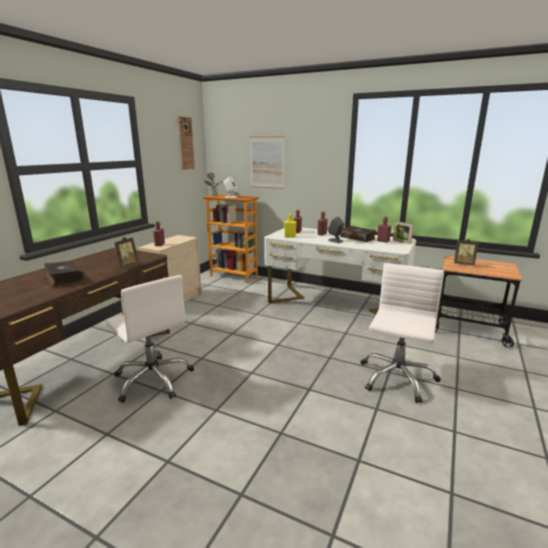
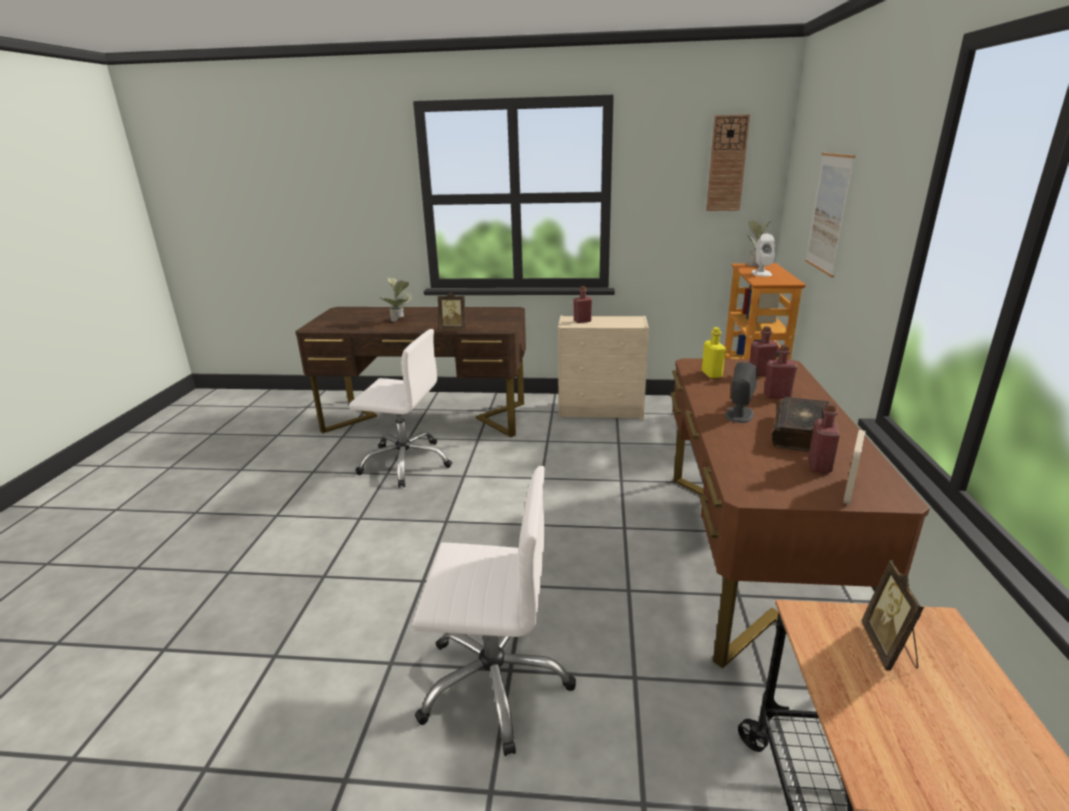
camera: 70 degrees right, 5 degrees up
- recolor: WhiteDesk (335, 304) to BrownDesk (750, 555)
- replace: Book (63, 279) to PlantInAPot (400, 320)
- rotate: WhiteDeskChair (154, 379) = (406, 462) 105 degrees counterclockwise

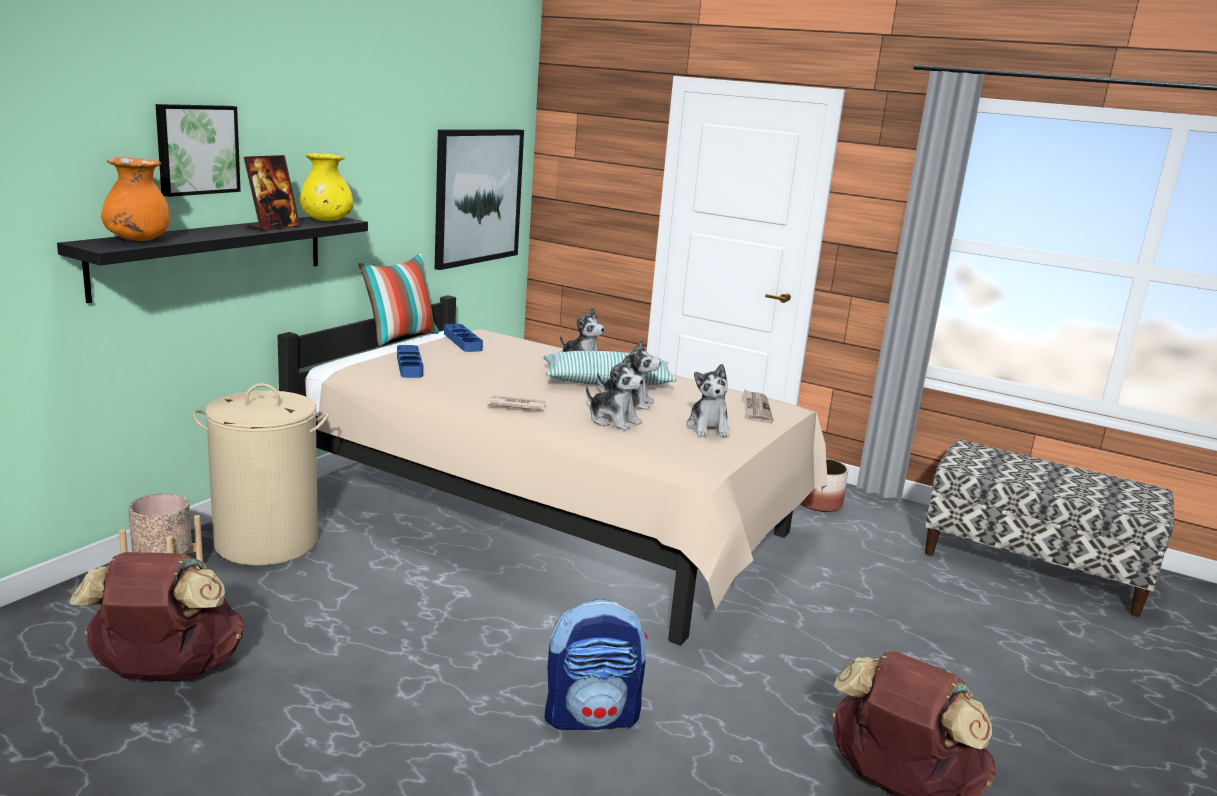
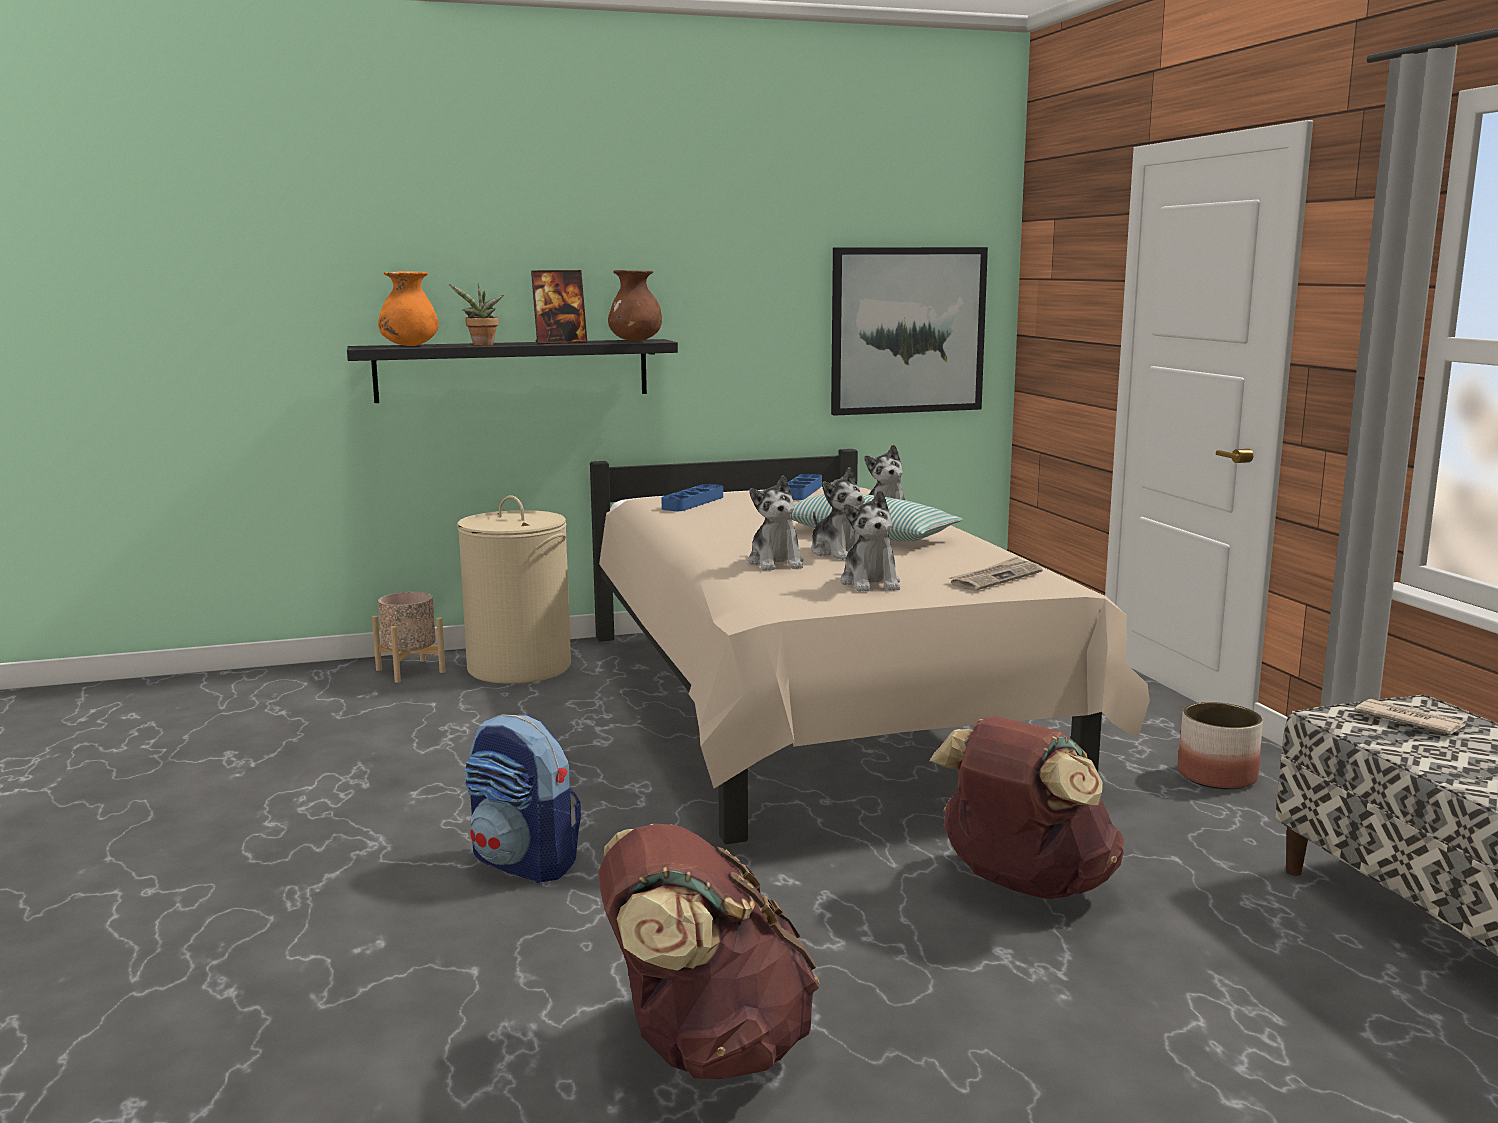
camera: 45 degrees right, 5 degrees down
- delete: WallPicture (196, 149)
- recolor: YellowFlowerVase (327, 221) to BrownFlowerVase (635, 341)
- delete: ThrowPillow (400, 337)
- rotate: CuddlyToy (708, 428) = (871, 583) 45 degrees counterclockwise
- move: PrintedPaper (516, 405) to (1408, 721)
- move: BrownBackpack (166, 673) to (1024, 885)
- insert: PlantInAPot (482, 345)

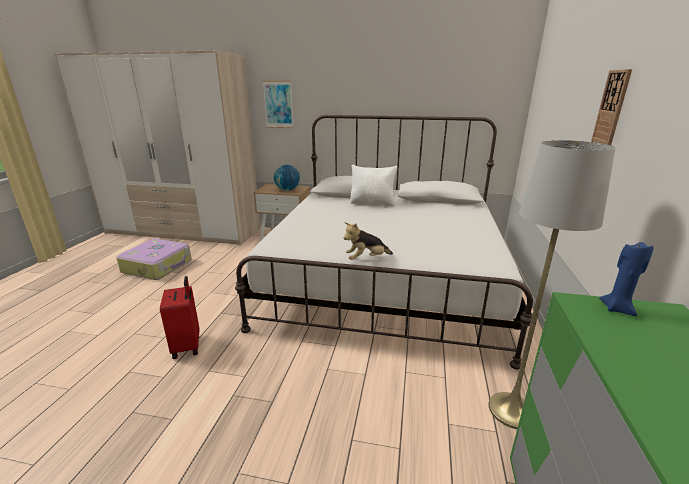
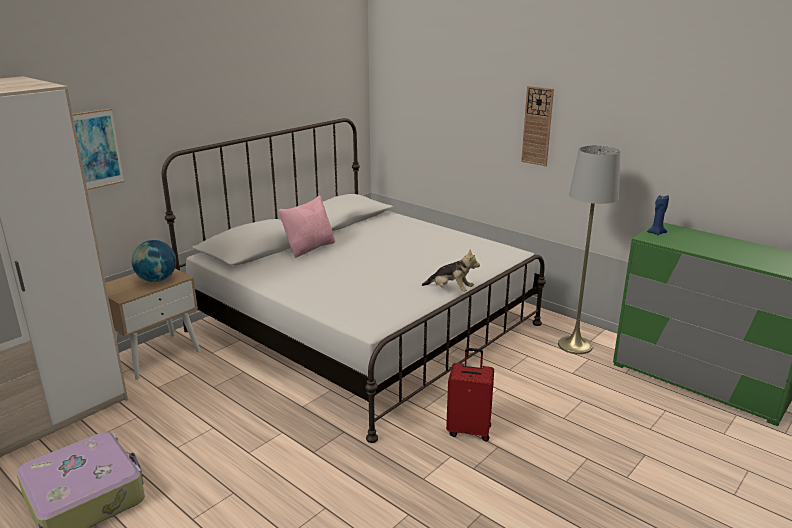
camera: 60 degrees left, 0 degrees up
- recolor: WhiteThrowPillow (372, 203) to PinkColouredThrowPillow (310, 248)
- rotate: CuddlyToy (366, 259) = (450, 290) 75 degrees counterclockwise
- move: RedSuitcase (188, 346) to (469, 430)

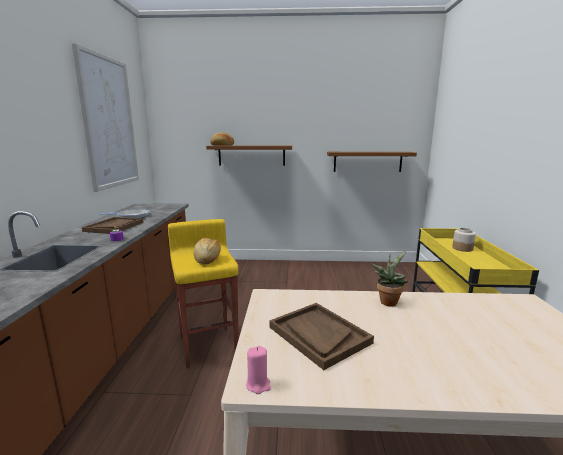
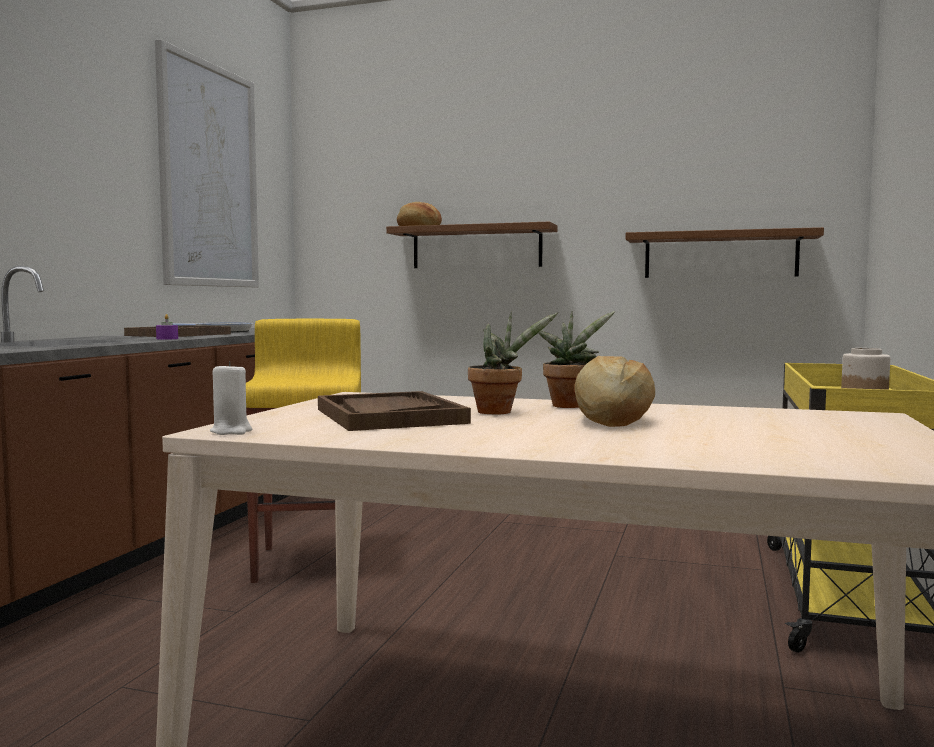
camera: 15 degrees right, 10 degrees down
- move: Bread (207, 259) to (610, 420)
- recolor: PinkColouredWaxCandle (258, 385) to WhiteWaxCandle (231, 432)
- insert: PlantInAPot (499, 412)

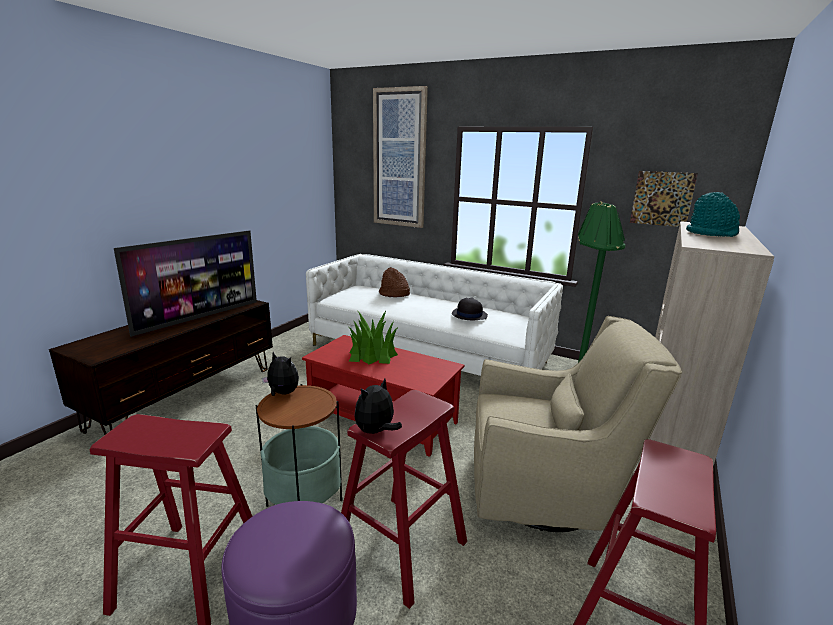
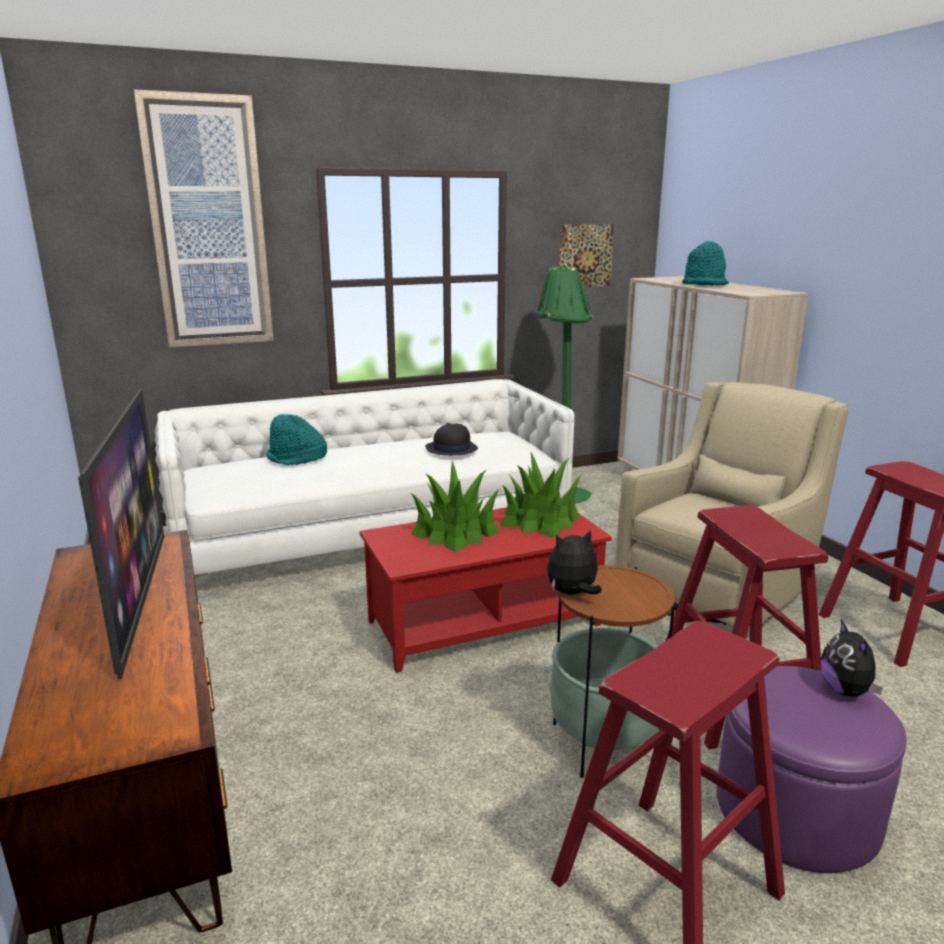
camera: 50 degrees left, 0 degrees up
- recolor: BrownHat (393, 294) to TurquoiseHat (297, 458)
- move: CuddlyToy (376, 432) to (846, 691)
- insert: PlantInAPot (540, 520)

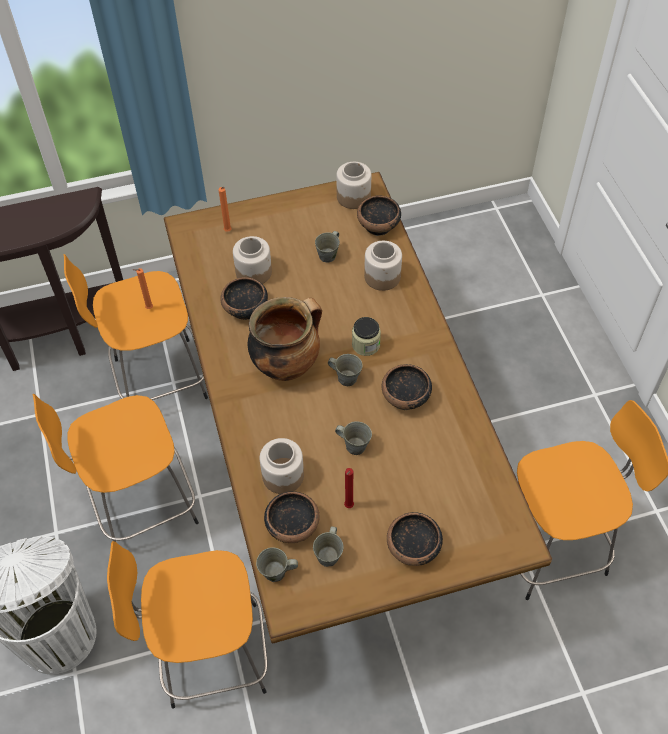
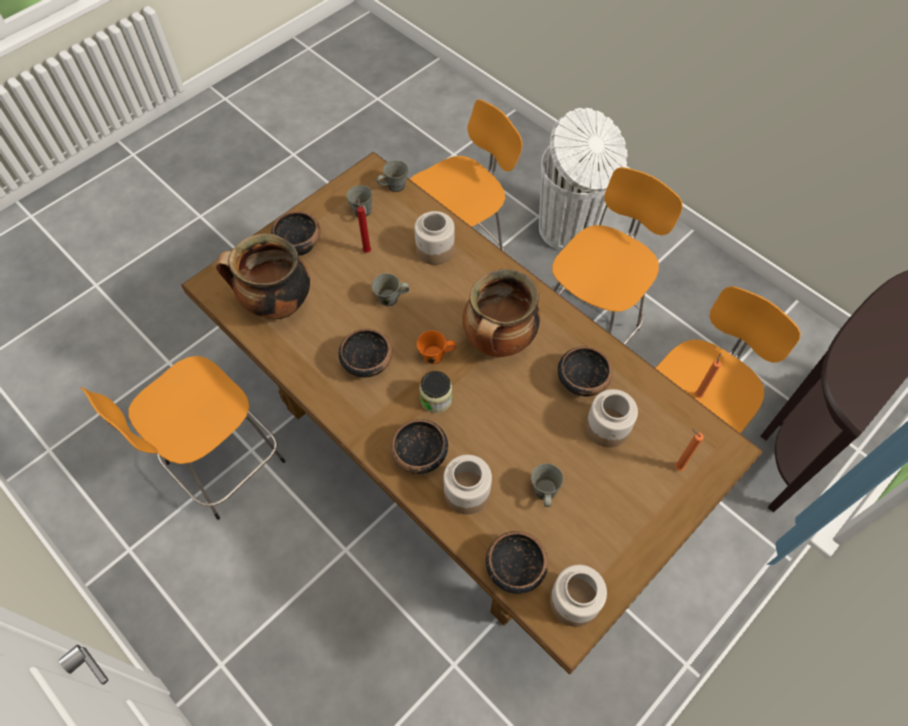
camera: 150 degrees right, 5 degrees up
- recolor: GreyMug (346, 378) to OrangeMug (435, 356)
- move: Bowl (293, 526) to (420, 455)
- insert: Saucepot (277, 305)

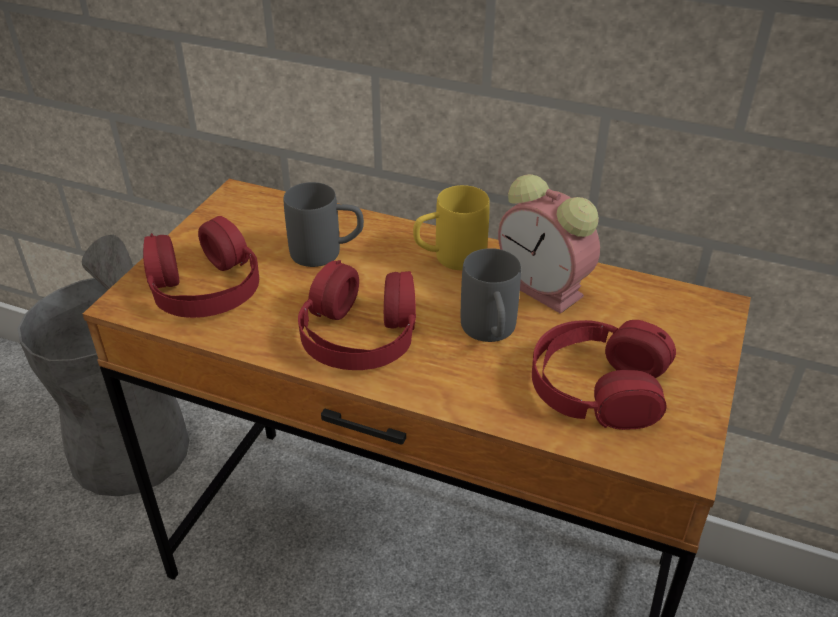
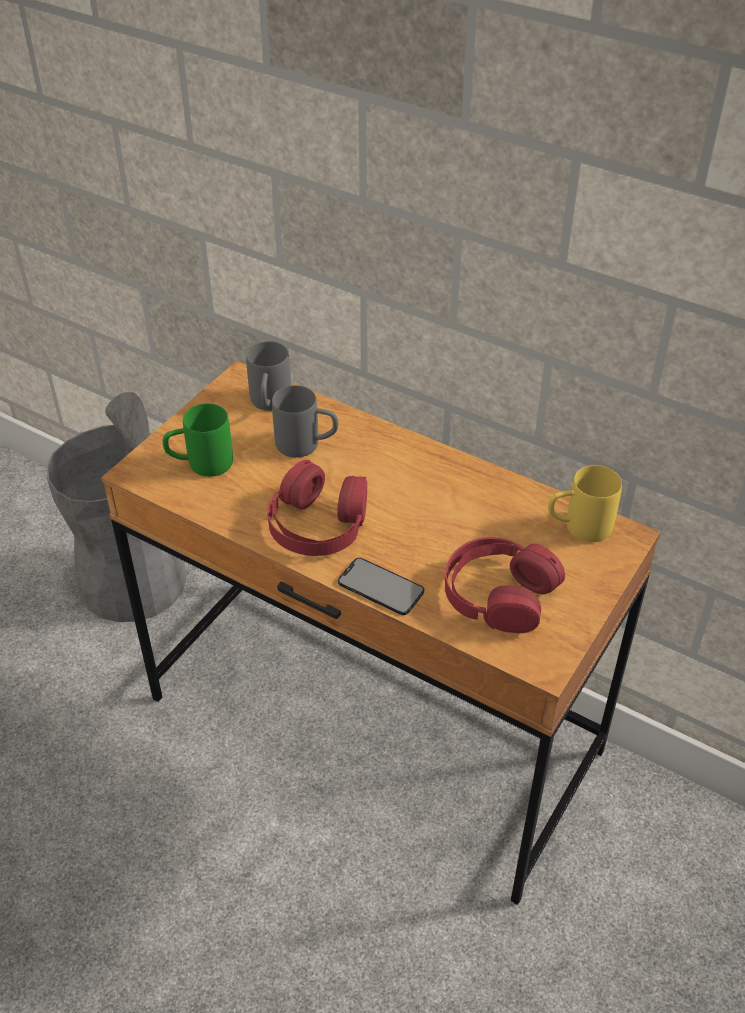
camera: 10 degrees right, 5 degrees up
- delete: TableClock (546, 289)
- move: YellowMug (449, 258) to (578, 527)
- replace: RedHeadset (204, 286) to GreenishMug (200, 464)
- move: GreyMug (490, 333) to (269, 404)
- insert: Handset (380, 586)

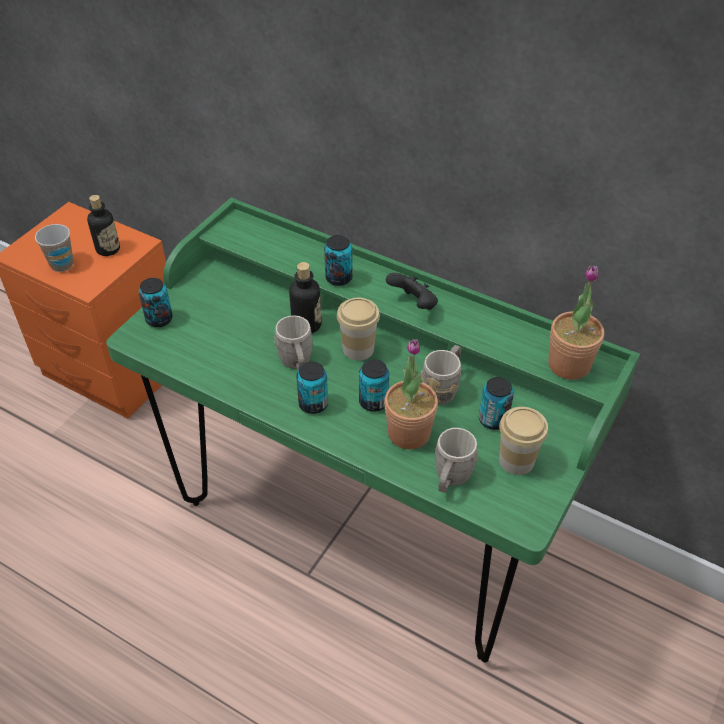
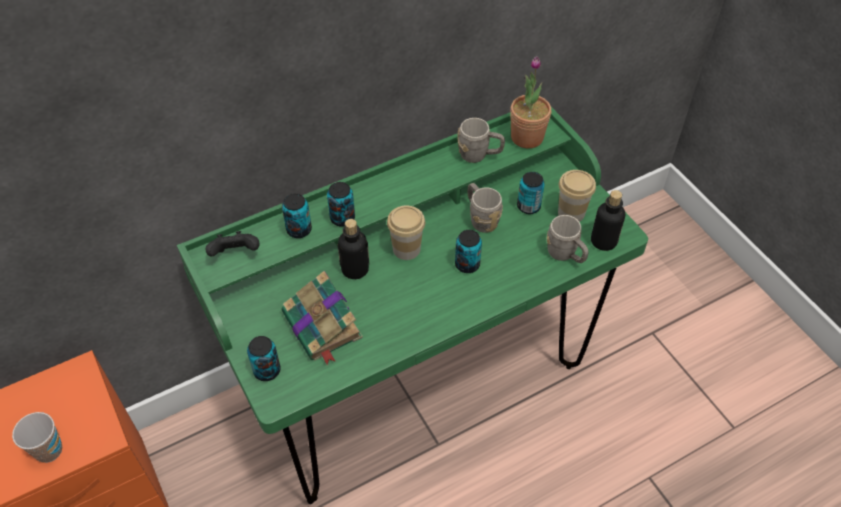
camera: 60 degrees left, 5 degrees up
- move: Bottle (108, 249) to (603, 241)
- move: BlackishJoypad (413, 304) to (236, 254)
- move: GreyMug (297, 363) to (479, 155)
- delete: PlantInAPot (409, 433)
- move: MetalCan (313, 404) to (299, 230)
- insert: Book (323, 326)

